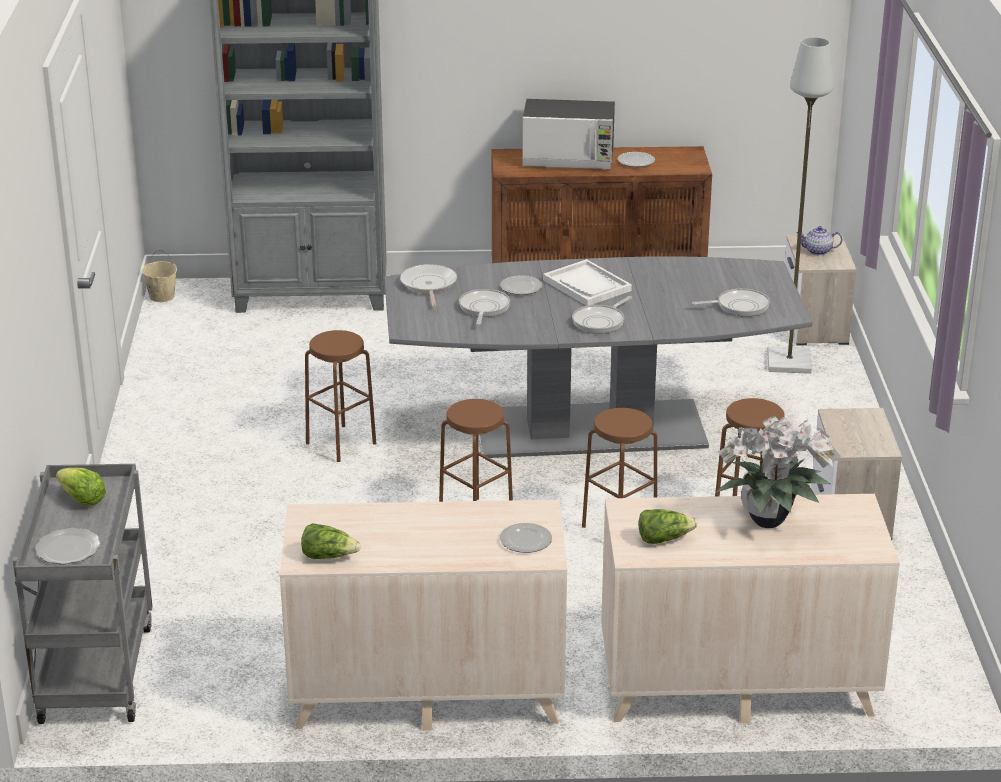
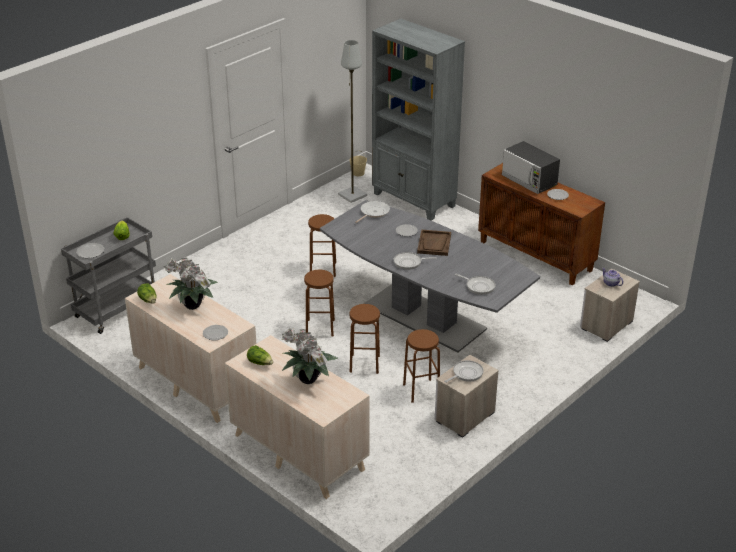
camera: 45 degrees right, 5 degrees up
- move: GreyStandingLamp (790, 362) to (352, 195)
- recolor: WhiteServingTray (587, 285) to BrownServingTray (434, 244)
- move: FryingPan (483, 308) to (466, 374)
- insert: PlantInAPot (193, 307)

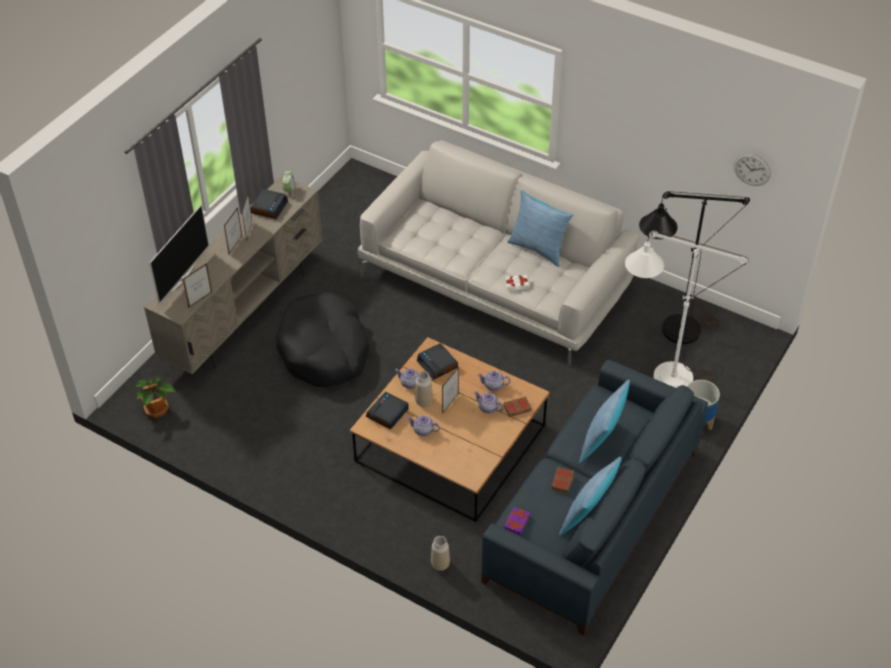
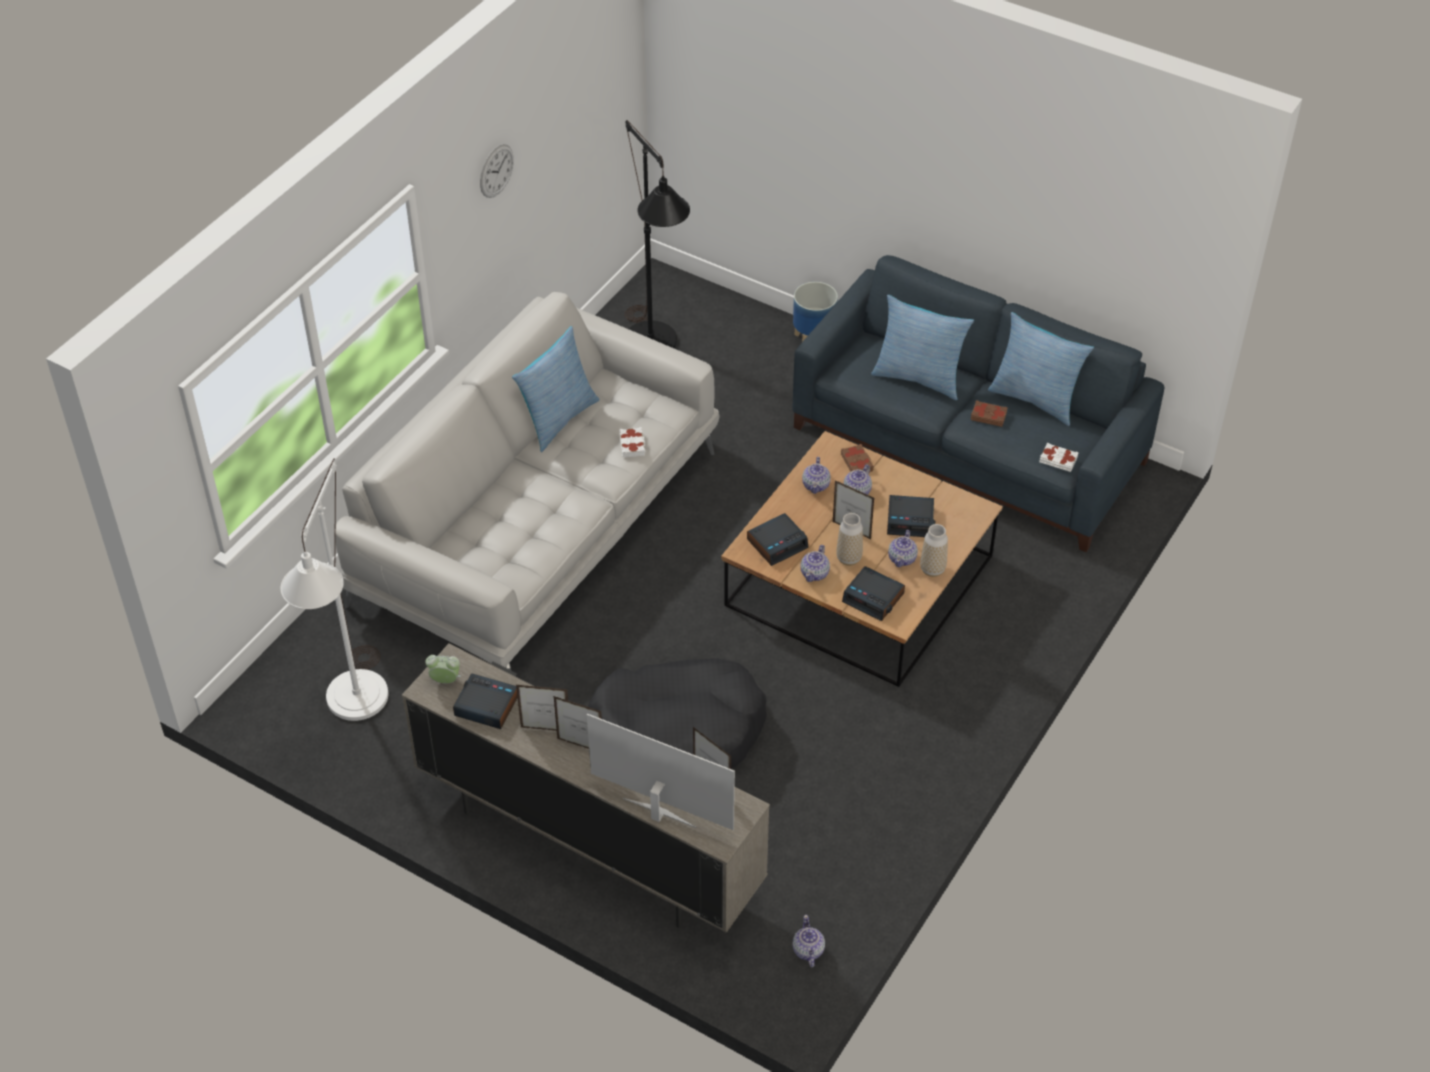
camera: 90 degrees left, 0 degrees up
- move: ClockOnTheWall (752, 169) to (496, 171)
- move: WhiteStandingLamp (661, 378) to (354, 711)
- replace: PlantInAPot (157, 410) to TeaPot (808, 950)
- recolor: PurplishBook (516, 522) to WhiteBook (1058, 460)
- move: FlowerVase (440, 564) to (932, 570)
- insert: TableClock (910, 520)

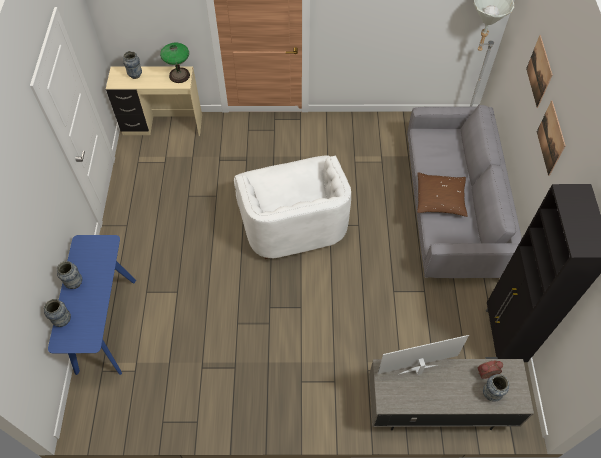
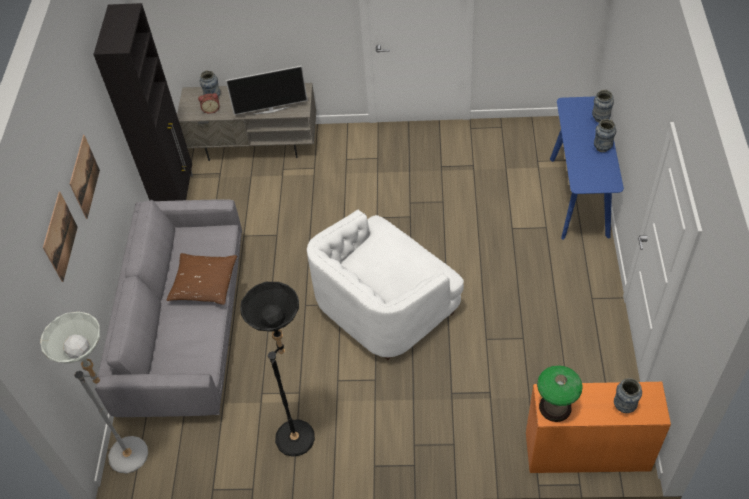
camera: 175 degrees left, 5 degrees down
- recolor: BeigeDesk (163, 126) to OrangeDesk (586, 450)
- rotate: WhiteLoungeChair (293, 222) = (385, 307) 120 degrees counterclockwise
- insert: BlackishStandingLamp (300, 431)

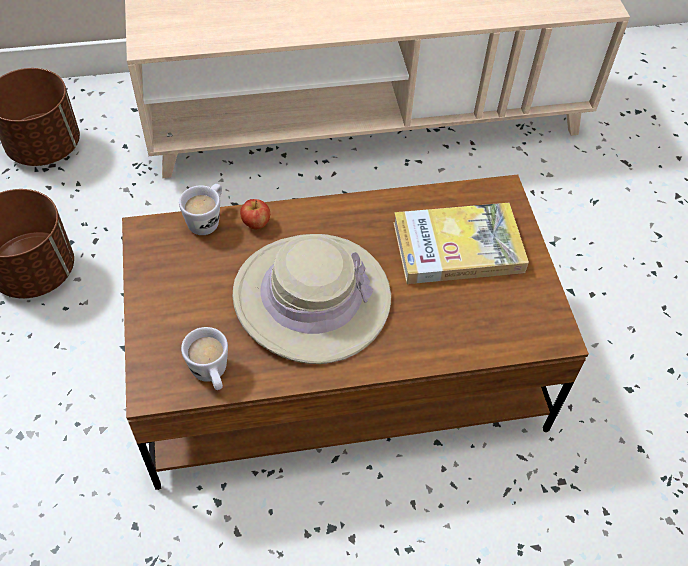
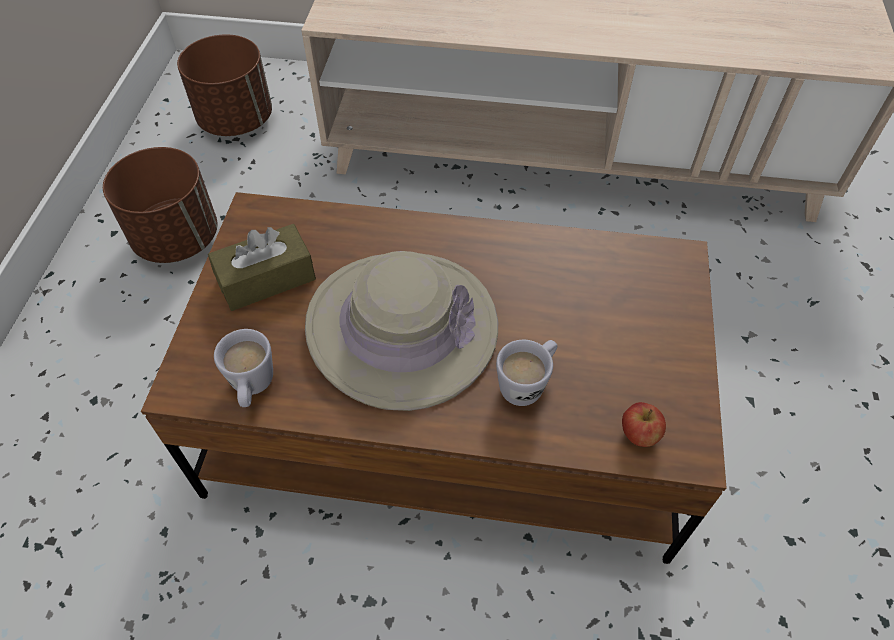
camera: 20 degrees right, 0 degrees up
- move: WhiteMug (207, 220) to (527, 383)
- move: Apple (256, 223) to (638, 434)
- delete: Book (458, 247)
- insert: BrownBoxOfTissues (266, 279)

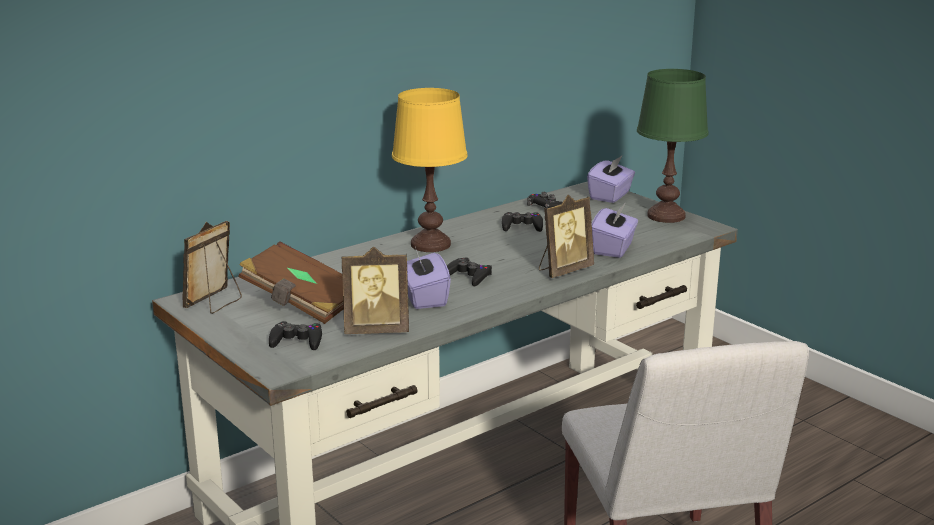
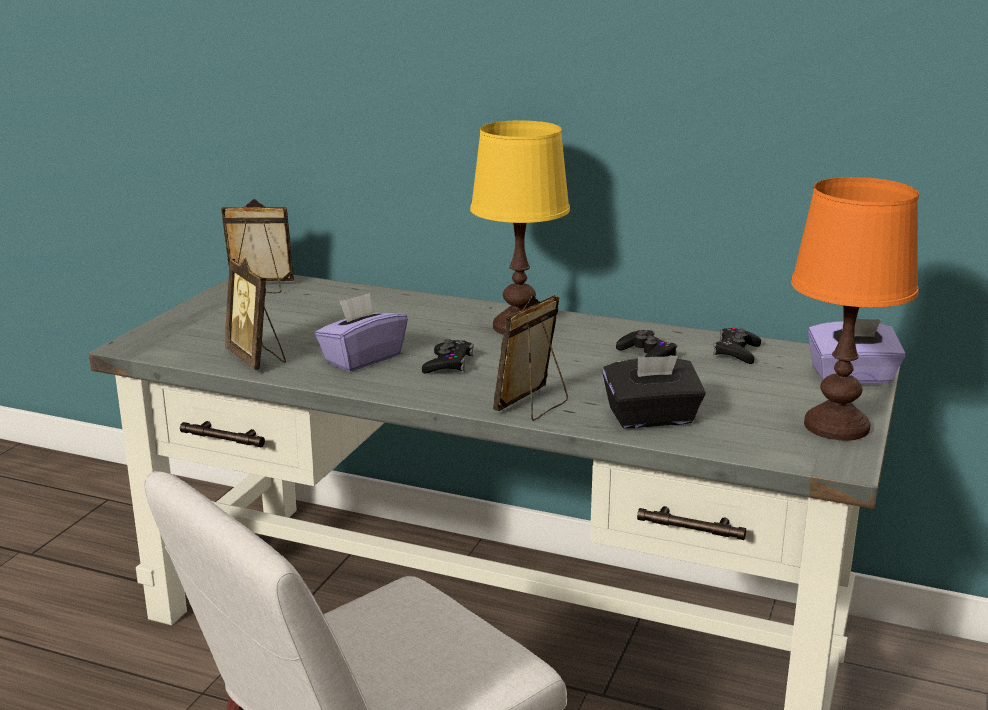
camera: 60 degrees right, 0 degrees up
- recolor: GreenishLampForATable (665, 216) to OrangeLampForATable (836, 426)
- rotate: PictureFrame (563, 270) = (533, 406) 105 degrees clockwise
- recolor: PurplishBoxOfTissues (613, 248) to BlackishBoxOfTissues (651, 418)
- delete: BrownBook (302, 303)
- delete: BlackishJoypad (297, 341)

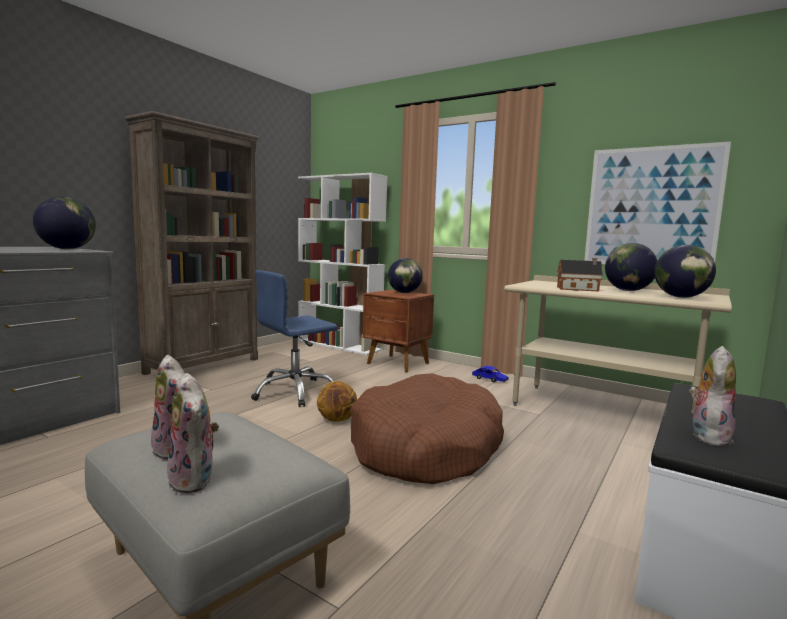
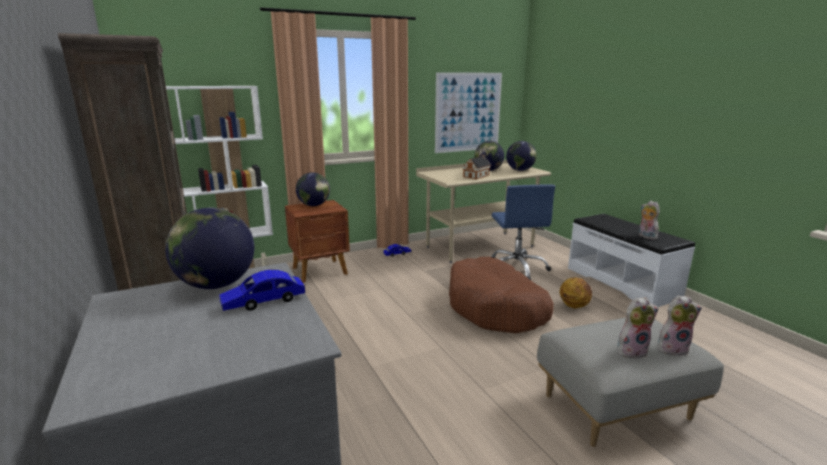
camera: 60 degrees left, 10 degrees up
- move: BlueColouredDeskChair (295, 392) to (517, 268)
- move: BallForBasketball (337, 420) to (574, 306)
- insert: BlueColouredModelCar (263, 301)

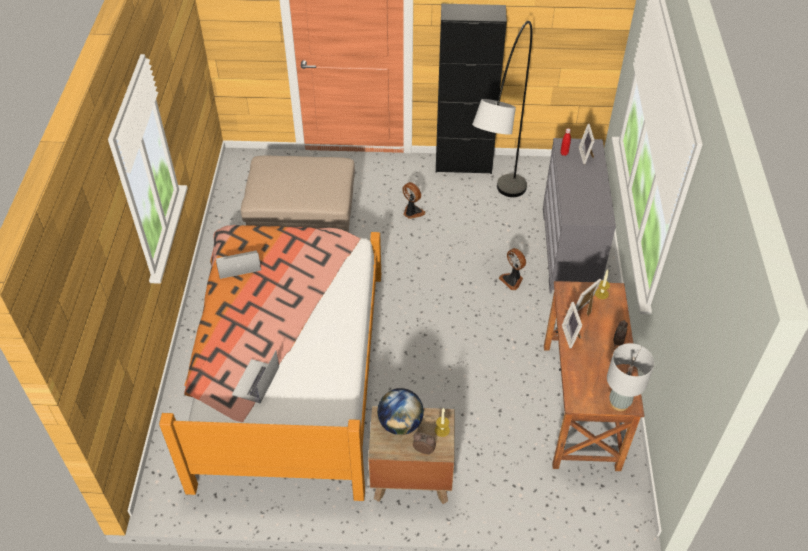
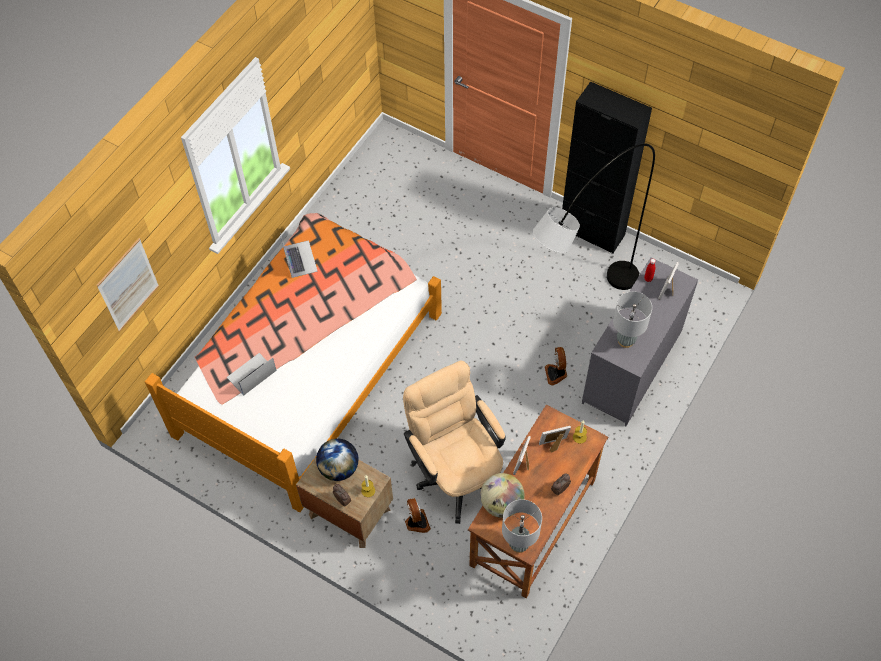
camera: 30 degrees right, 10 degrees up
- delete: BeigePouffe (302, 221)
- move: Fan (412, 212) to (416, 522)
- rotate: Laptop (238, 264) = (300, 259) 60 degrees clockwise
- insert: WallPicture (128, 285)
- insert: GreyLampForATable (625, 340)
- insert: BeigeDeskChair (456, 472)
- insert: Globe (501, 504)

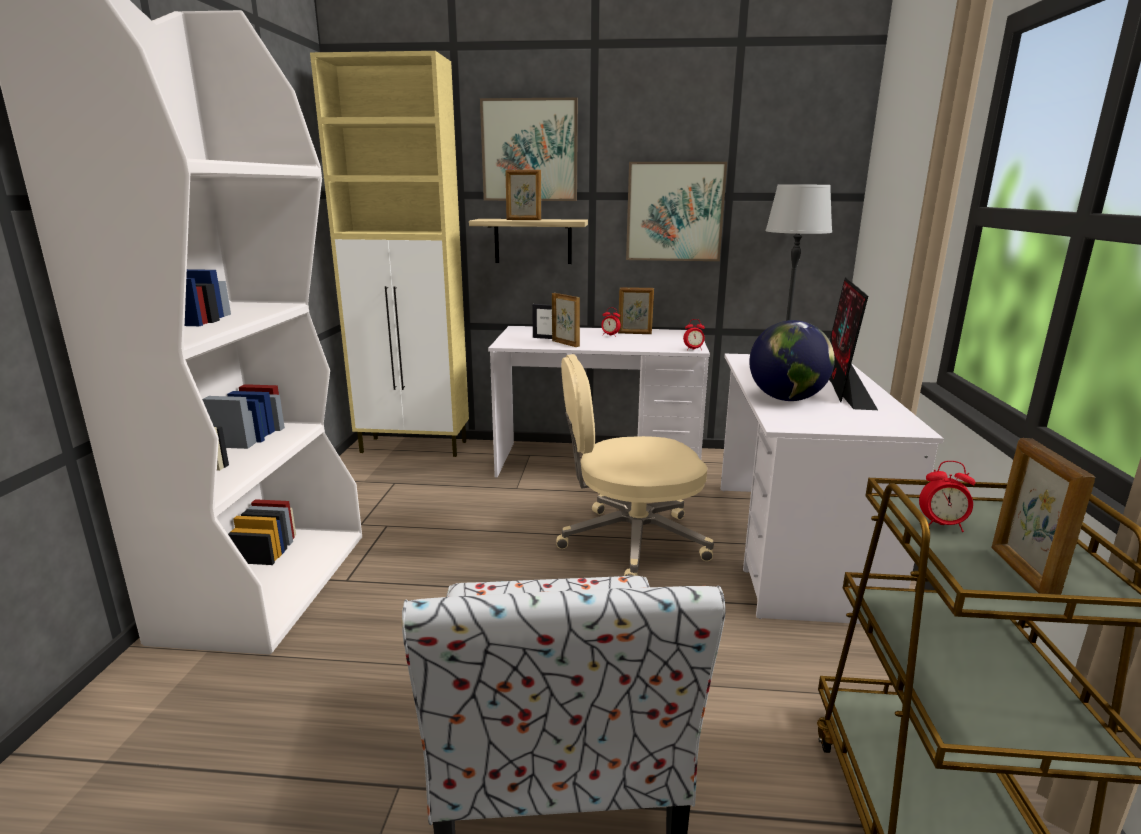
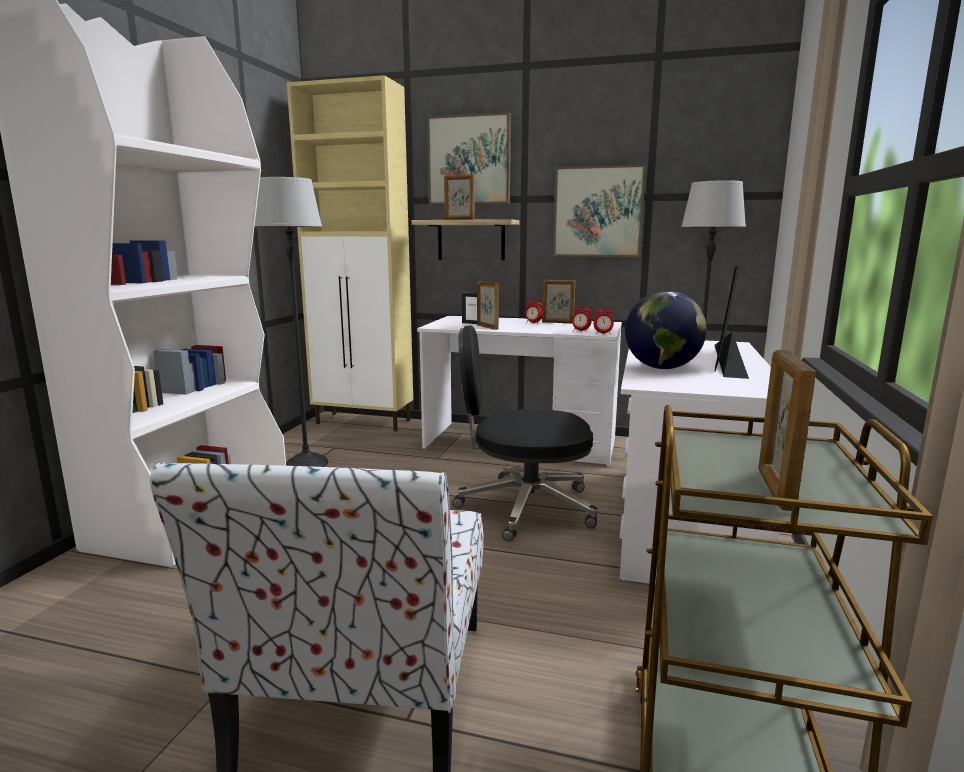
camera: 10 degrees right, 5 degrees down
- recolor: BeigeDeskChair (630, 542) to BlackishDeskChair (524, 507)
- move: TableClock (941, 525) to (580, 331)
- insert: StandingLamp (306, 463)

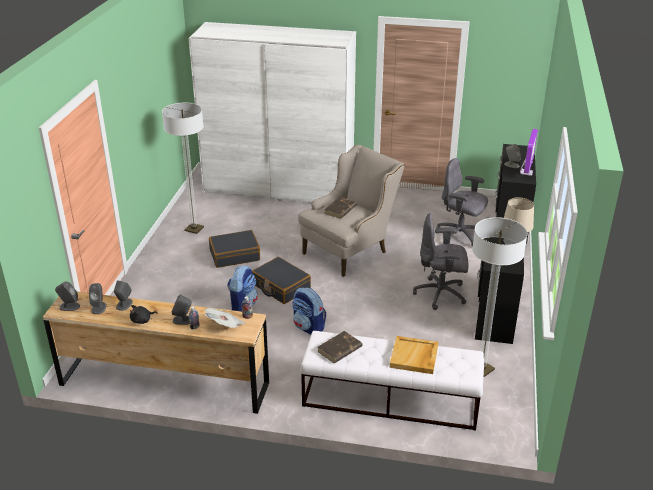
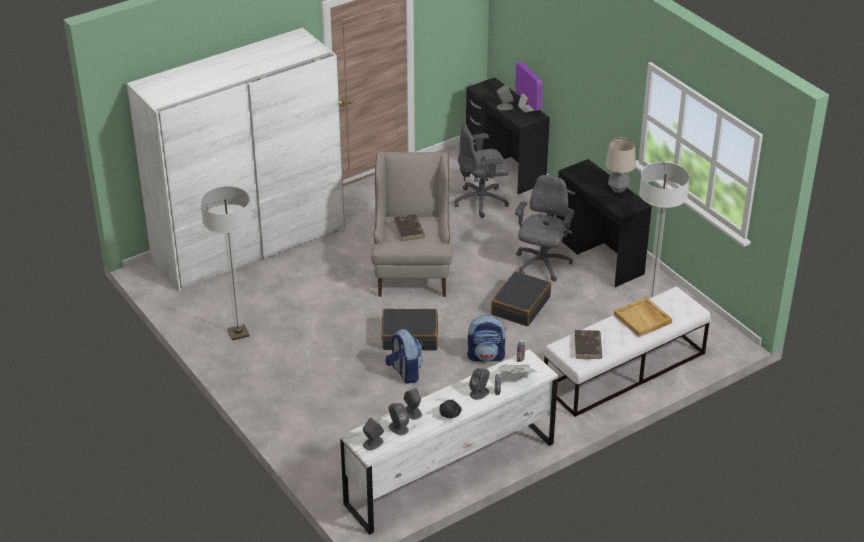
camera: 45 degrees left, 5 degrees up
- rotate: GreyDeskChair (441, 294) = (542, 265) 150 degrees clockwise
- move: BlackishSuitcase (234, 255) to (520, 306)
- recolor: BrownDresser (164, 384) to WhiteDresser (450, 473)

